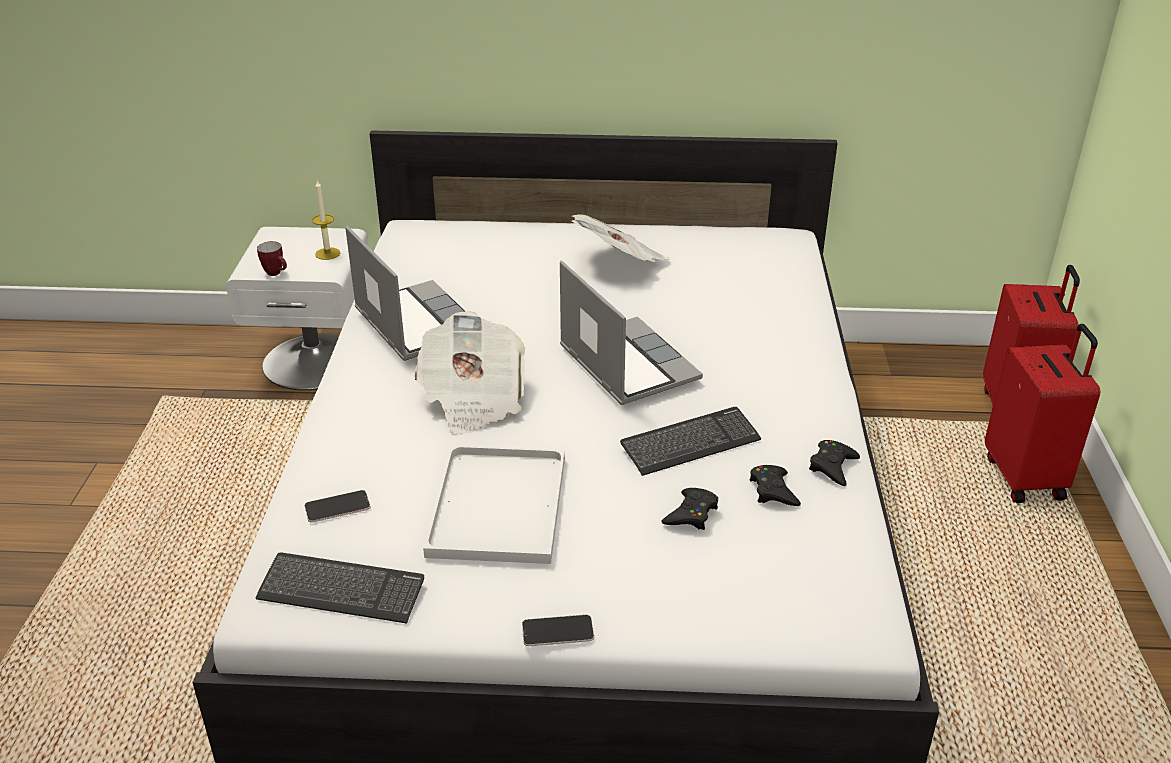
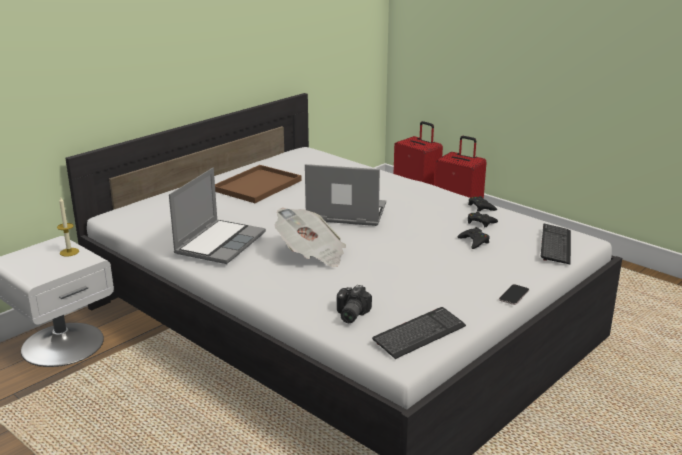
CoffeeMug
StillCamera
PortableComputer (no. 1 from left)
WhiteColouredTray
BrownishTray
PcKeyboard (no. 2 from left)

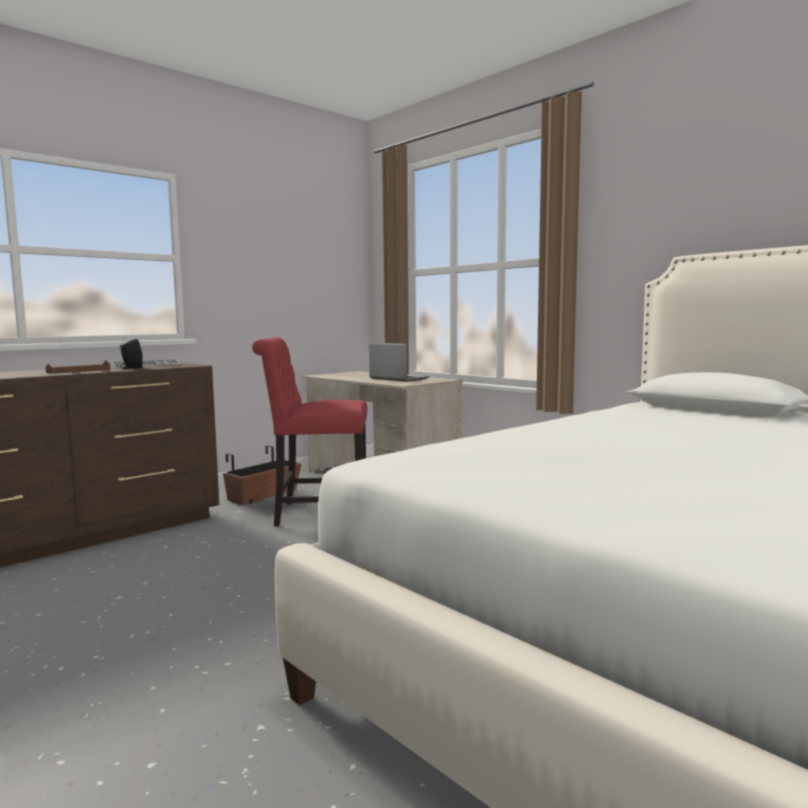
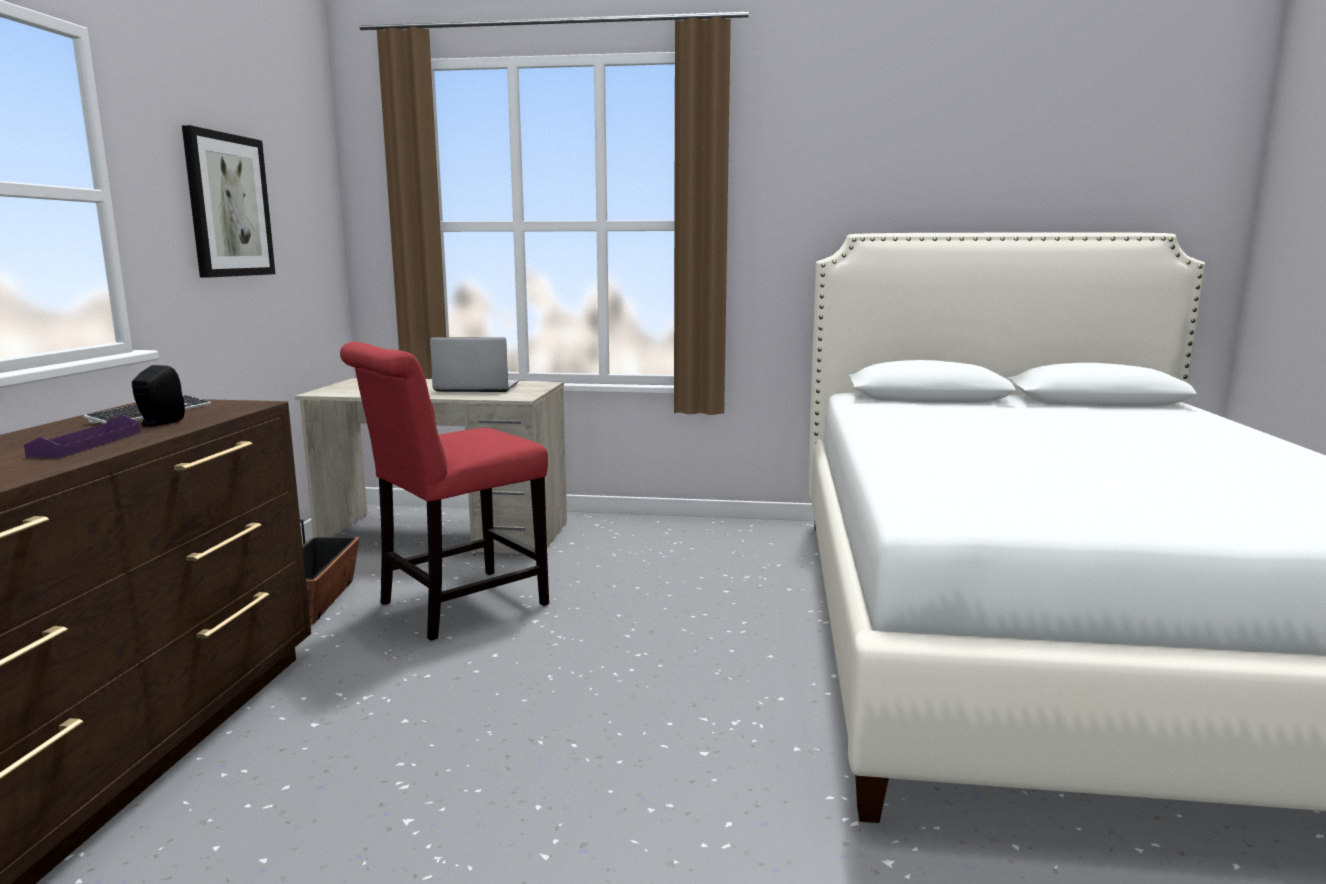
PurpleColouredTray
WallPicture

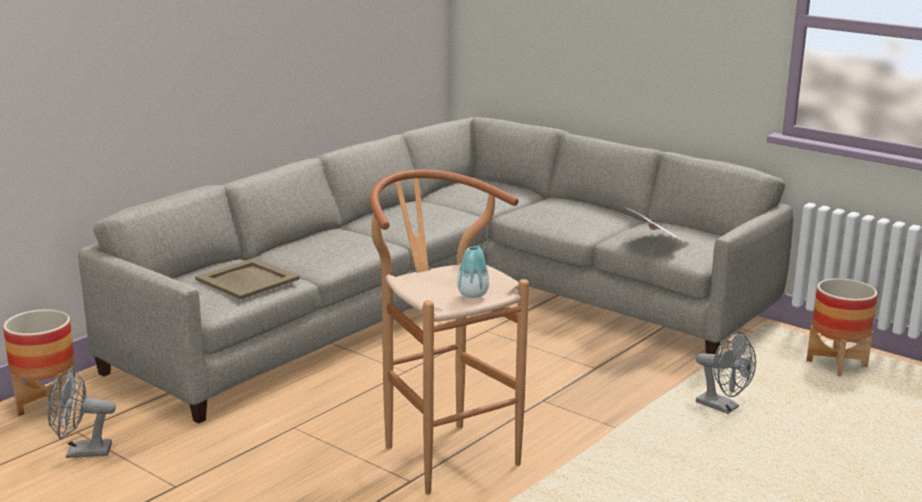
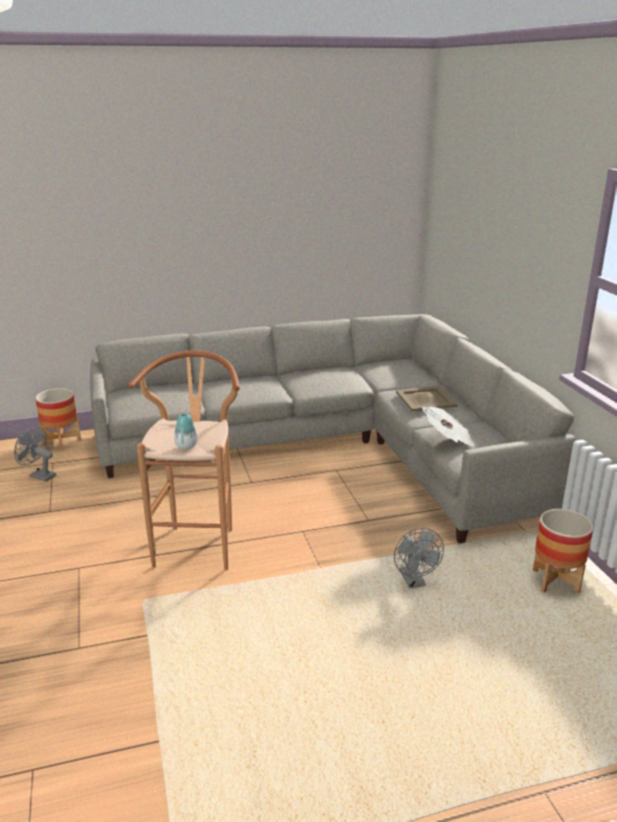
BeigeTray

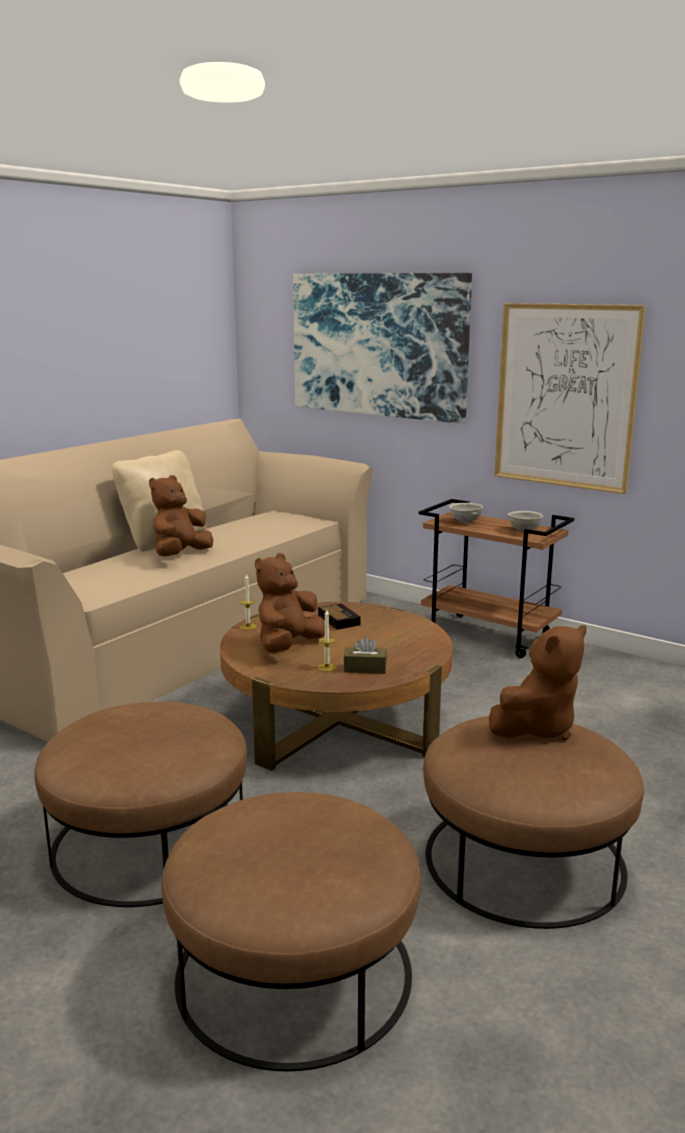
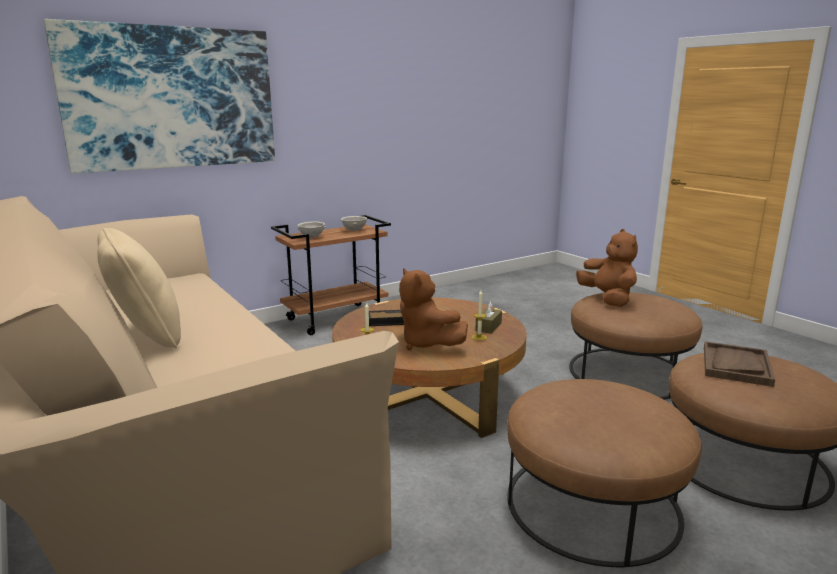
BrownishPlushToy (no. 1 from left in the first image)
WallPicture (no. 2 from left in the first image)
BrownishTray

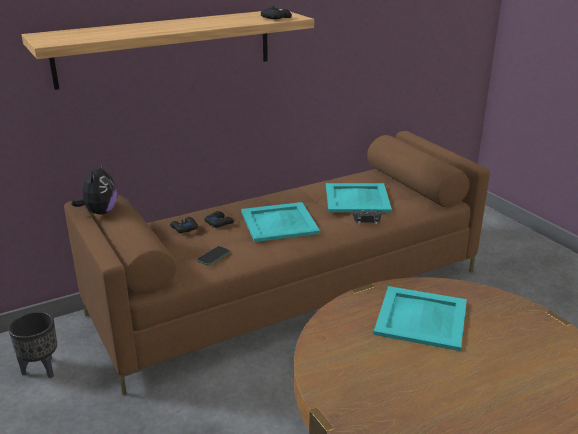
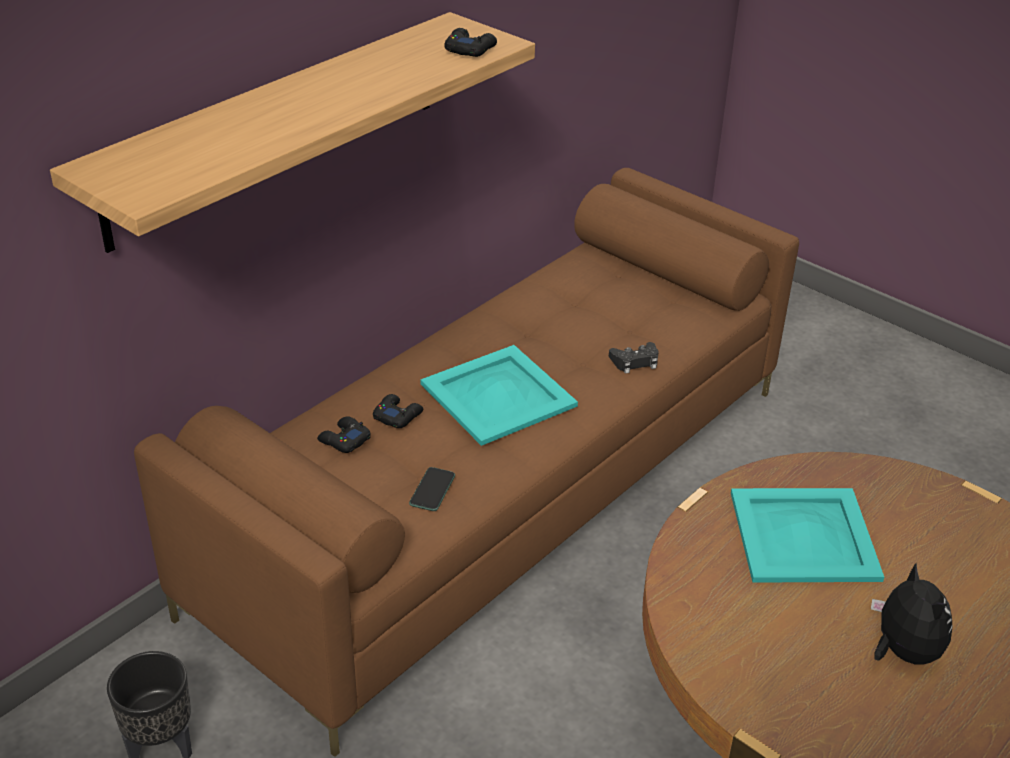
PlushToy
TurquoiseTray (no. 2 from left in the first image)

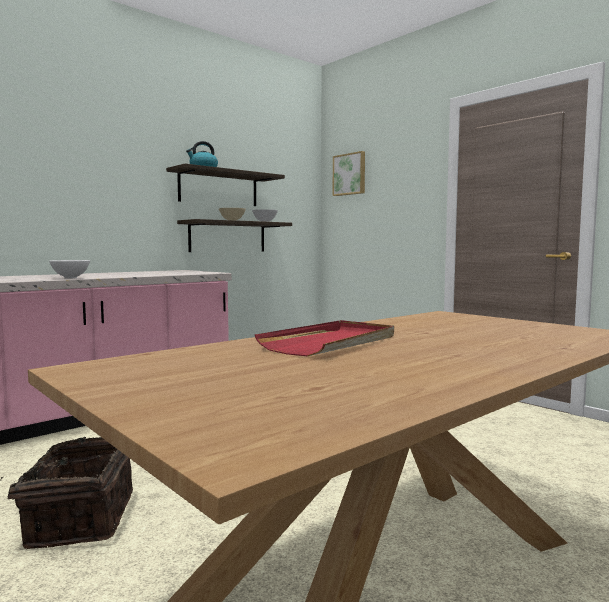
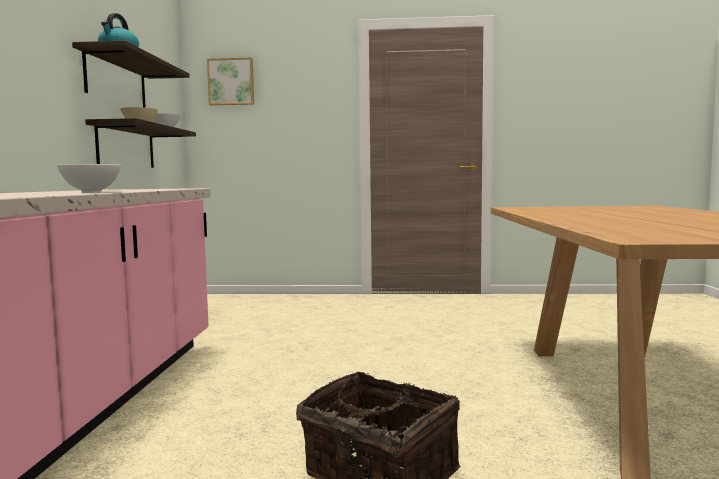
ReddishTray

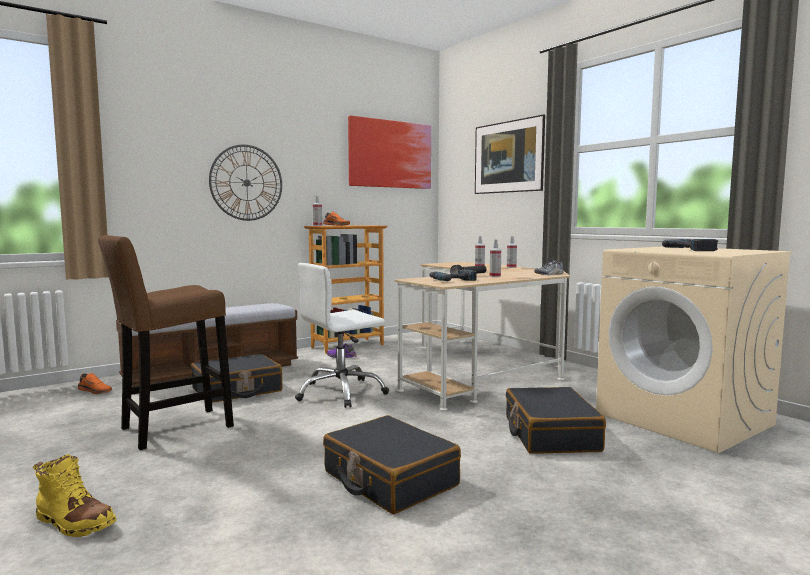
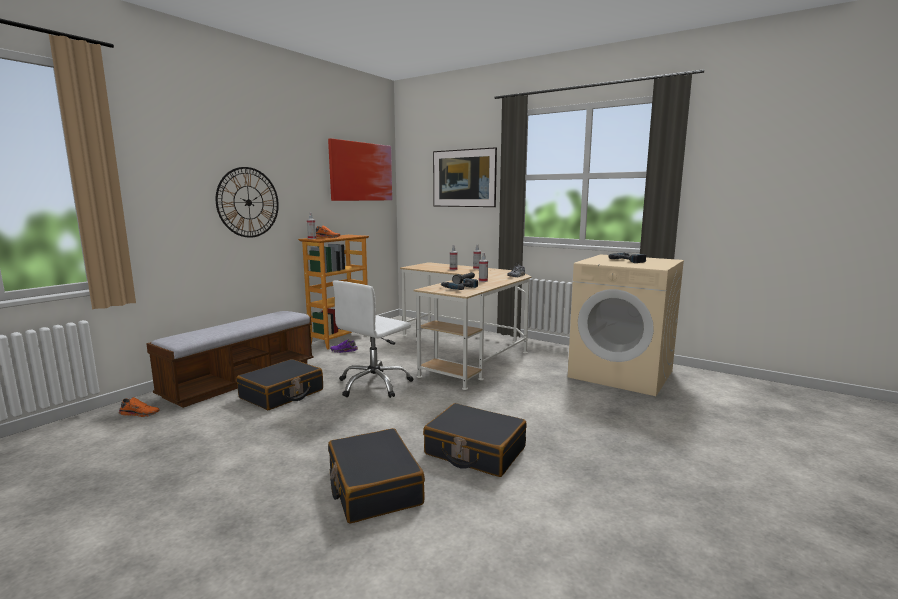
YellowishBoot
BrownishSittingStool
BlackishPieceOfLuggage (no. 2 from left)

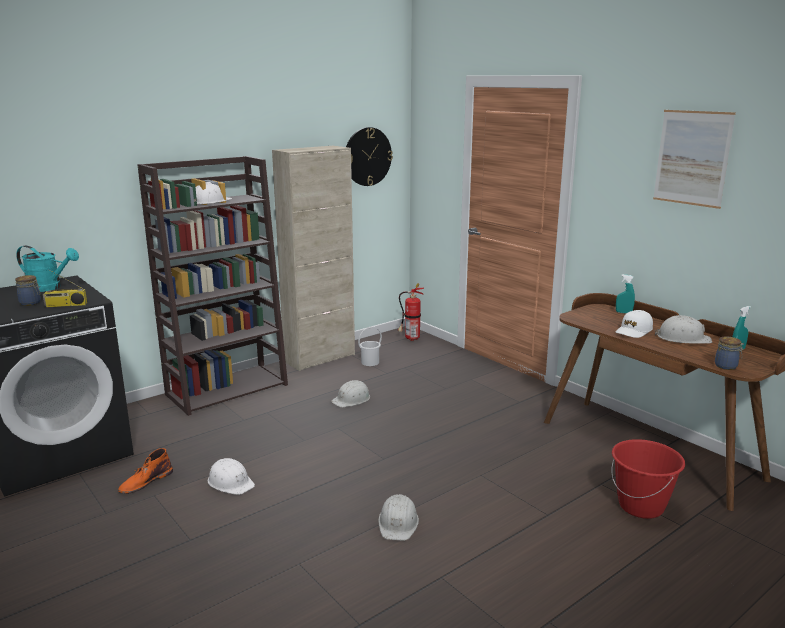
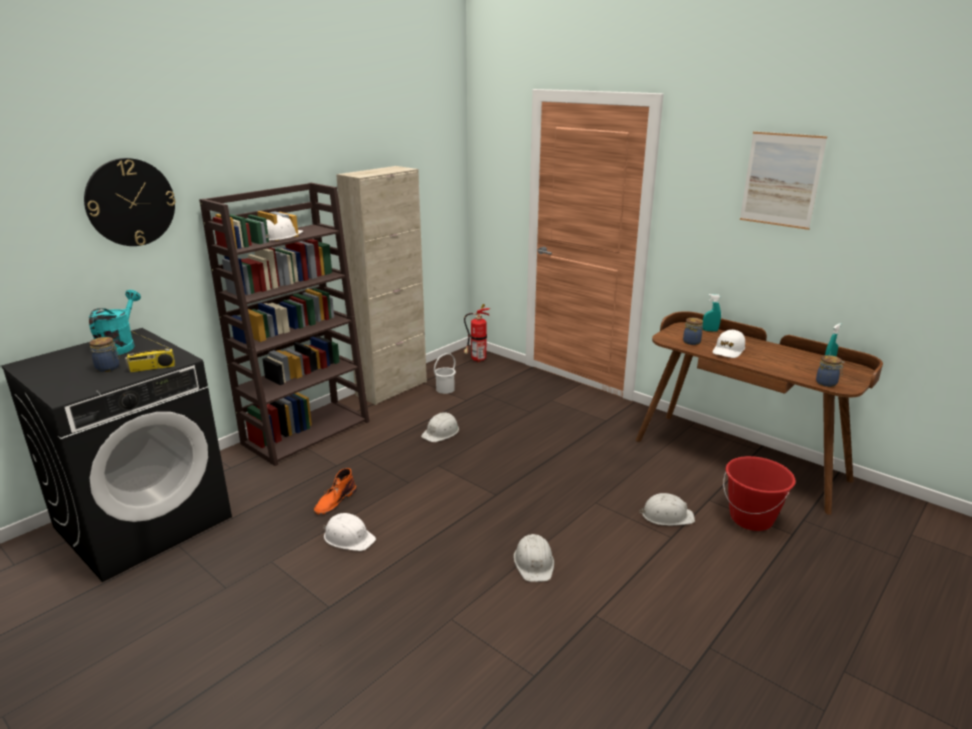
TurquoiseWateringCan
OrangeBoot
ClockOnTheWall
WhiteColouredSafetyHelmet (no. 5 from left)
StorageJar (no. 2 from left)

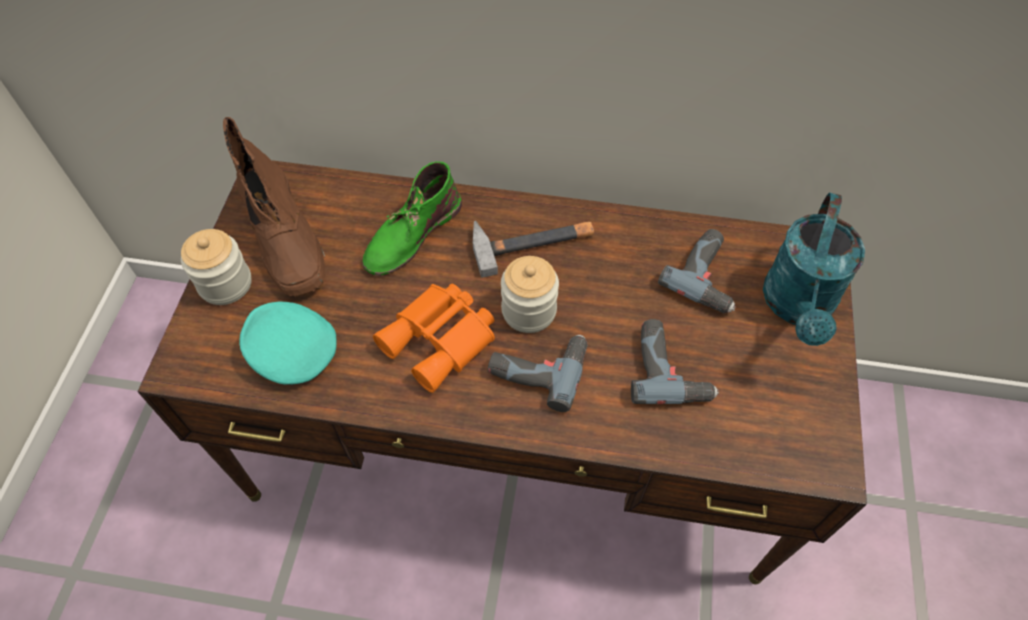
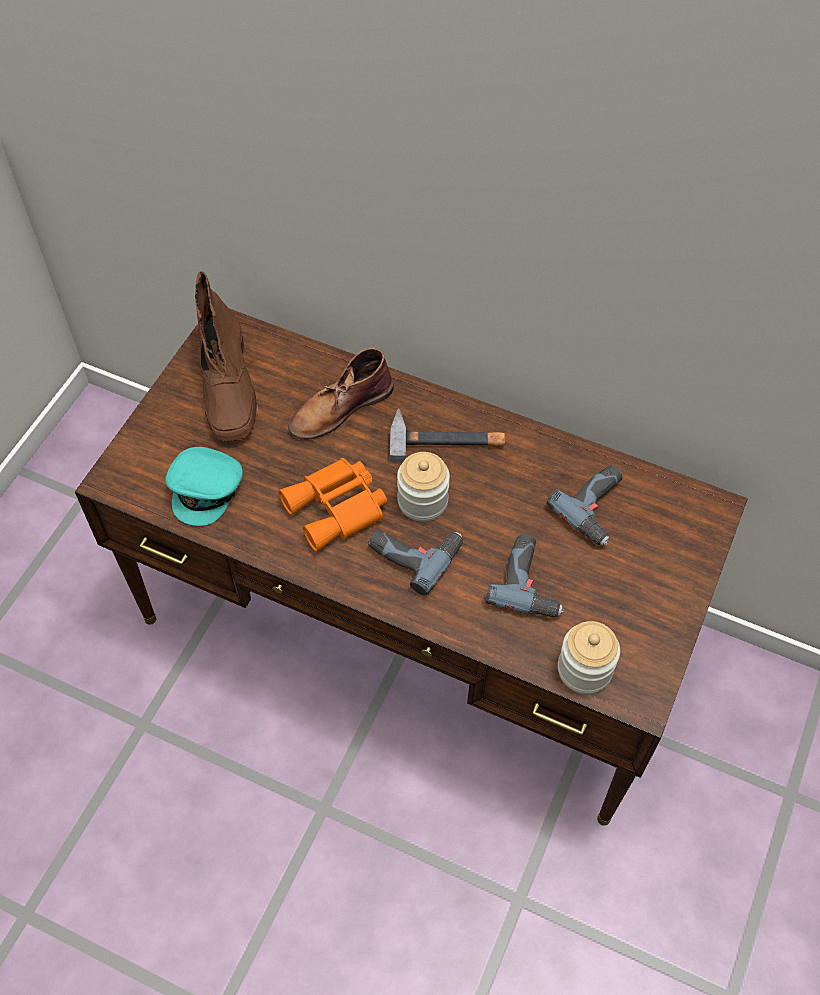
StorageJar (no. 2 from left)
TurquoiseCap
BrownishBoot (no. 2 from left)
TurquoiseWateringCan

